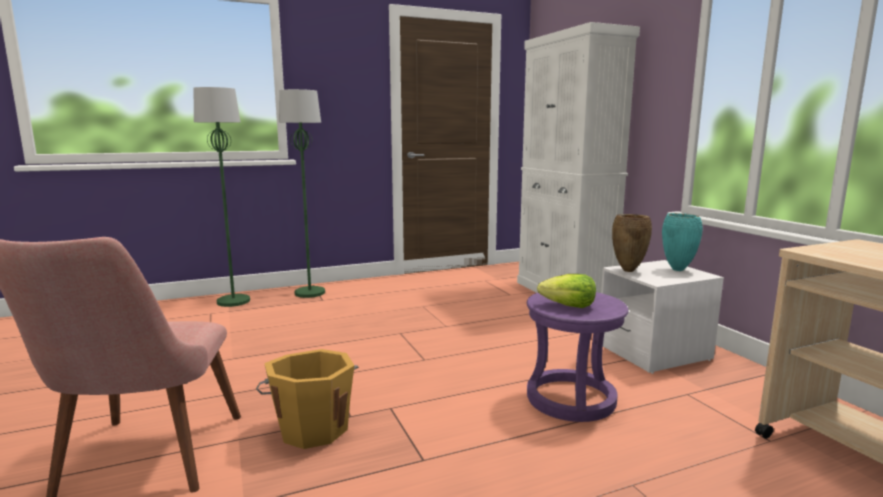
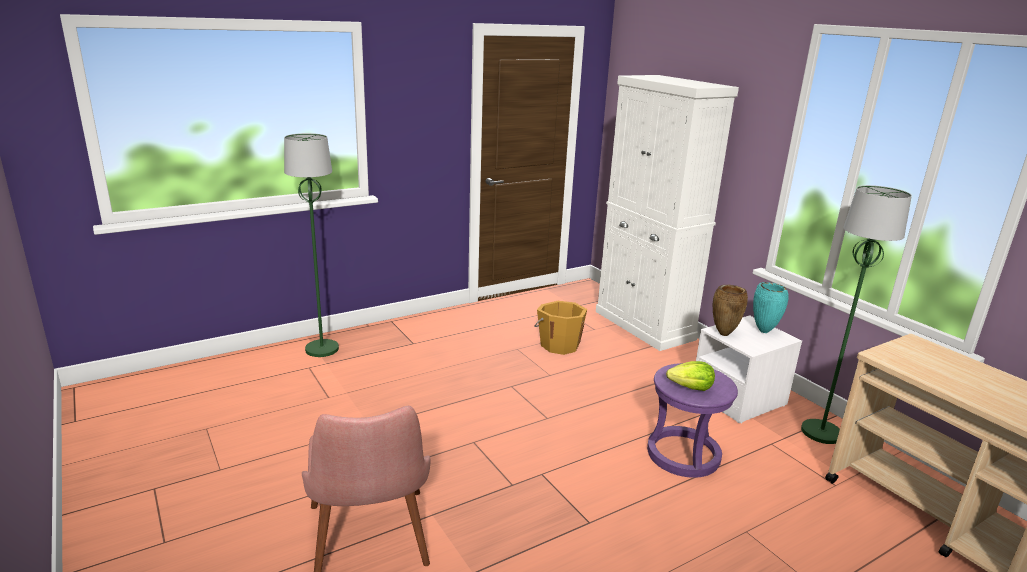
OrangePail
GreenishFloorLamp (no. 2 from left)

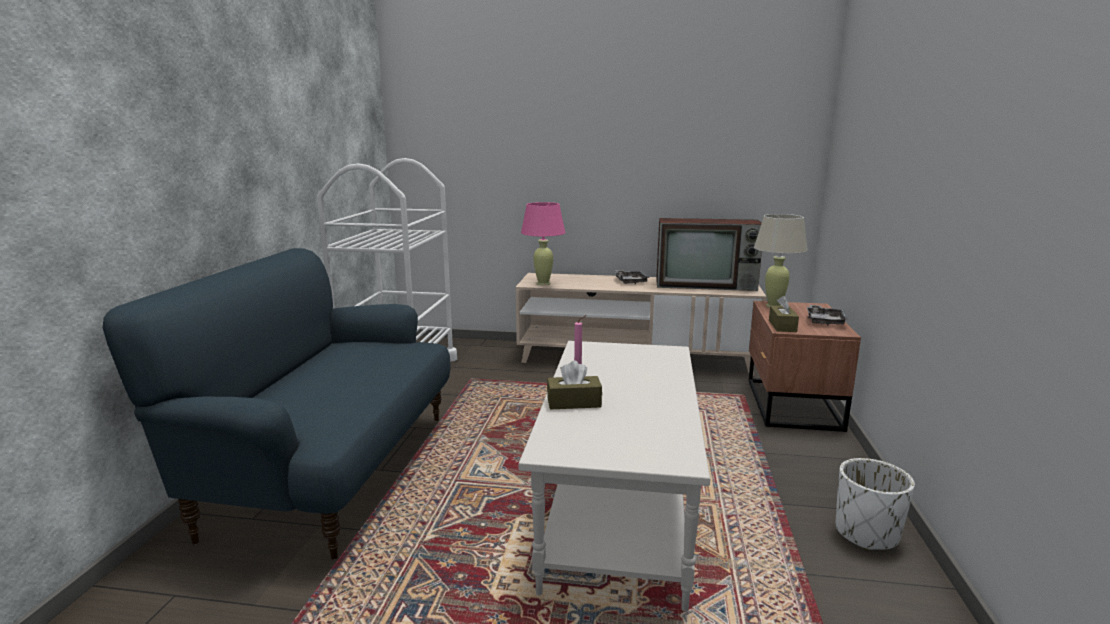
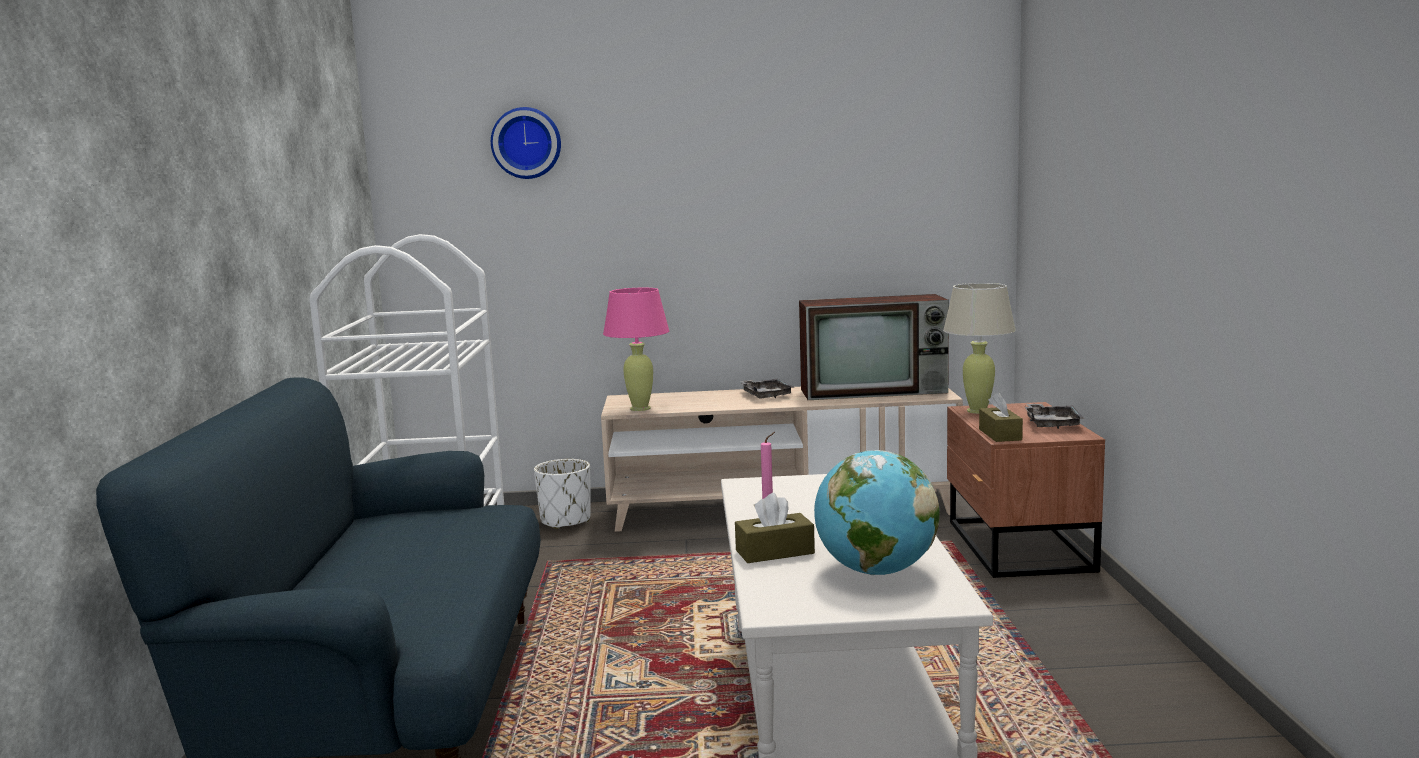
WhiteColouredFlowerPot
ClockOnTheWall
DeskGlobe

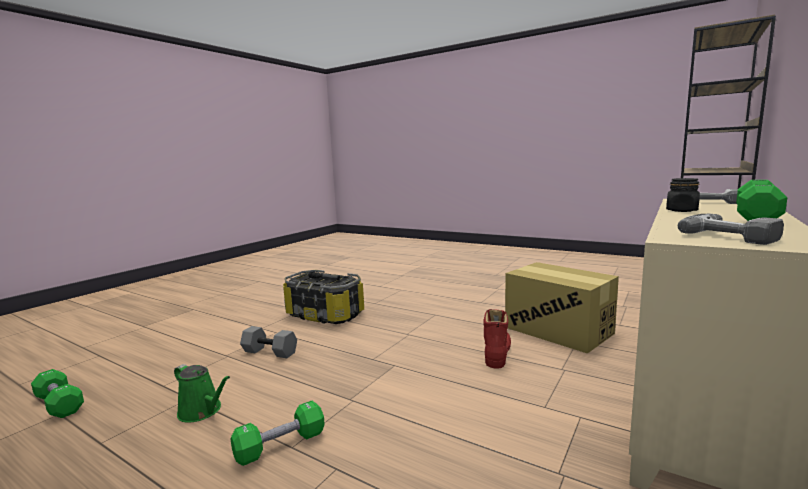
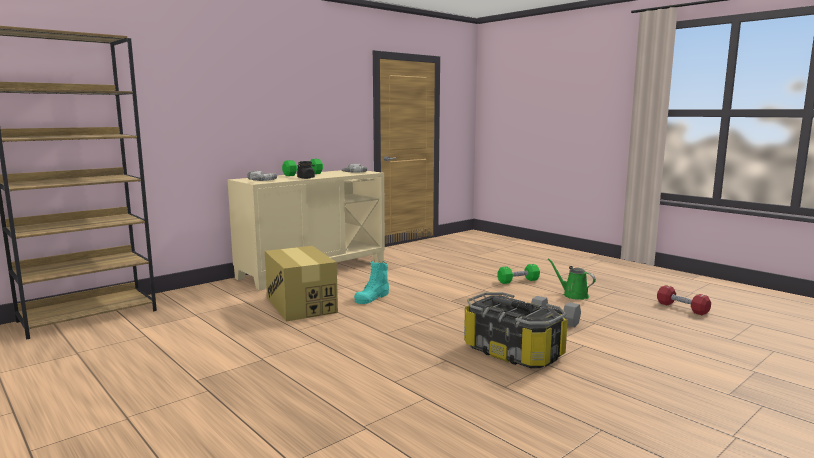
ReddishHandWeight
TurquoiseBoot

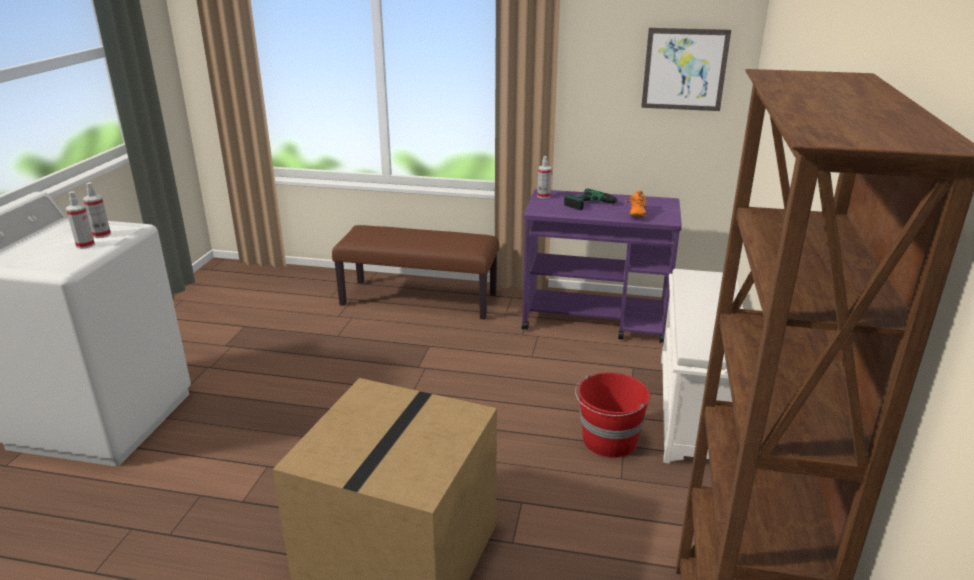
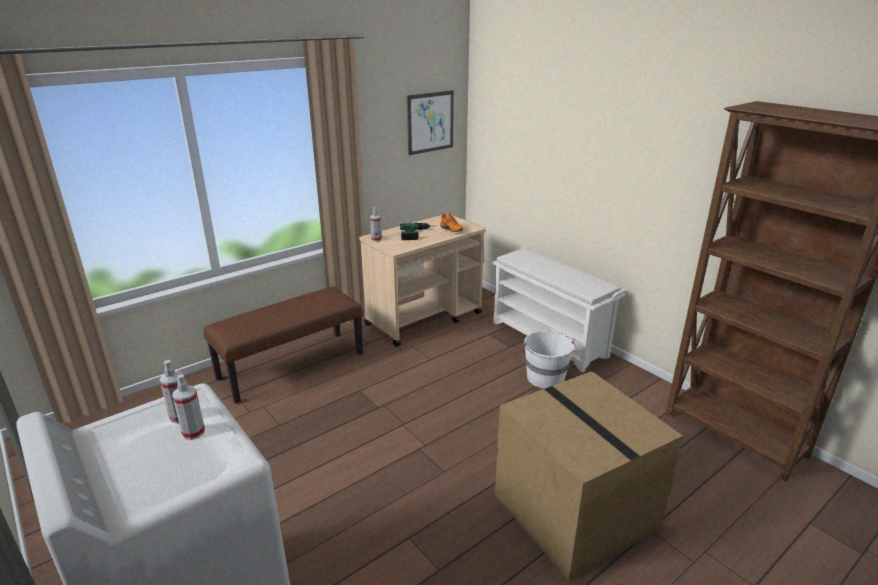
BeigeCart
WhiteColouredPail

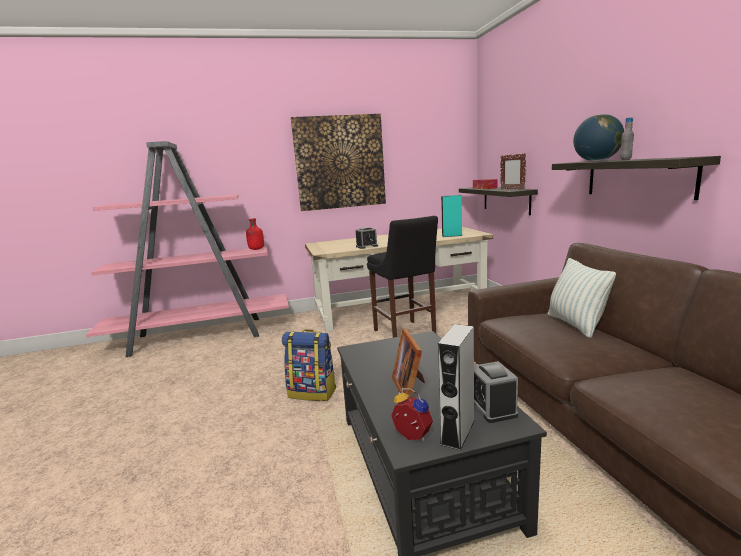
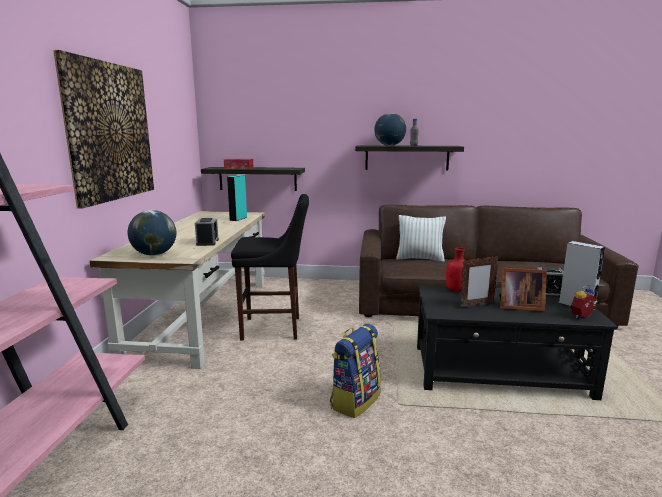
ReddishDrinkBottle
PictureFrame (no. 1 from left)
DeskGlobe (no. 1 from left)

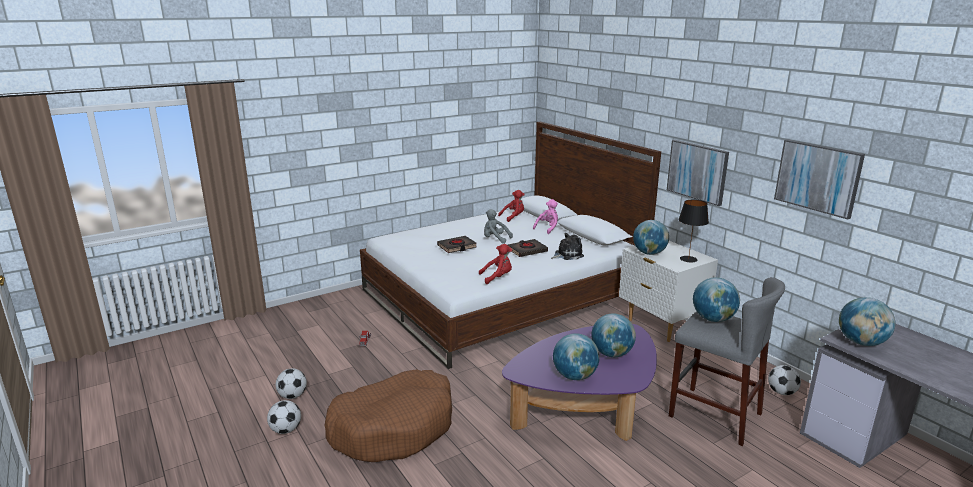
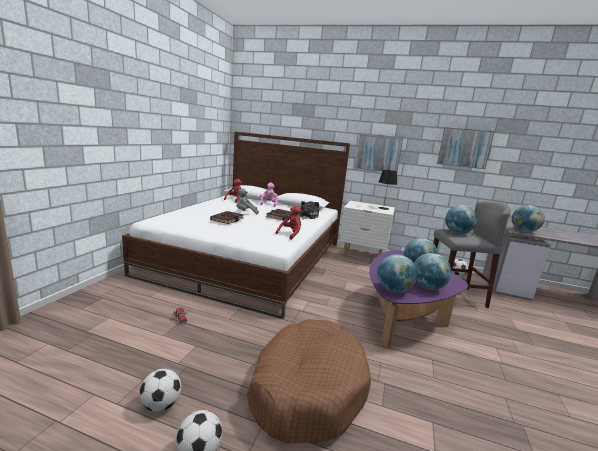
DeskGlobe (no. 1 from left)

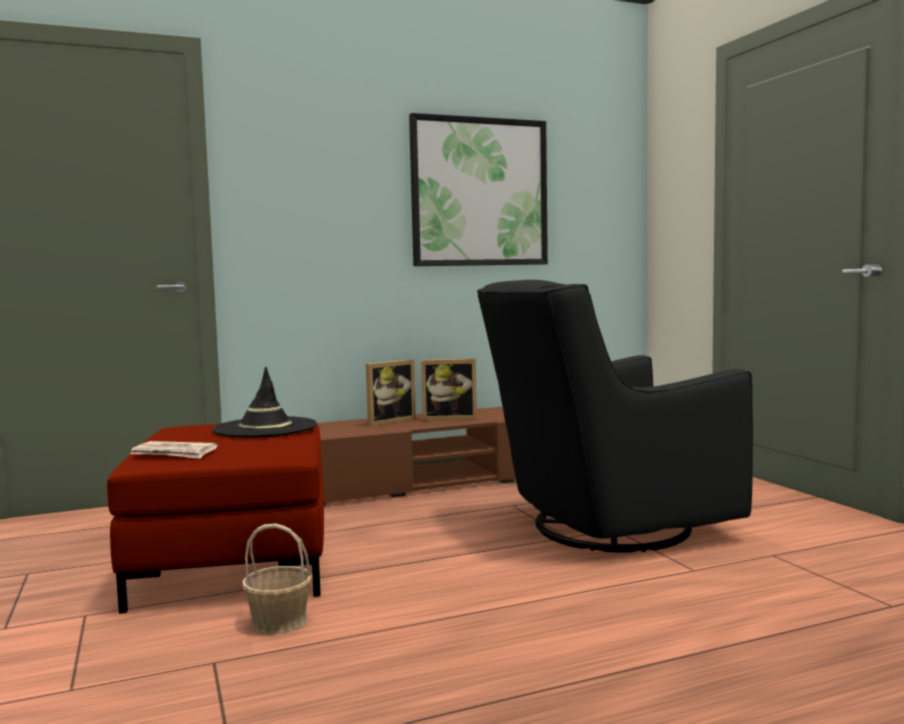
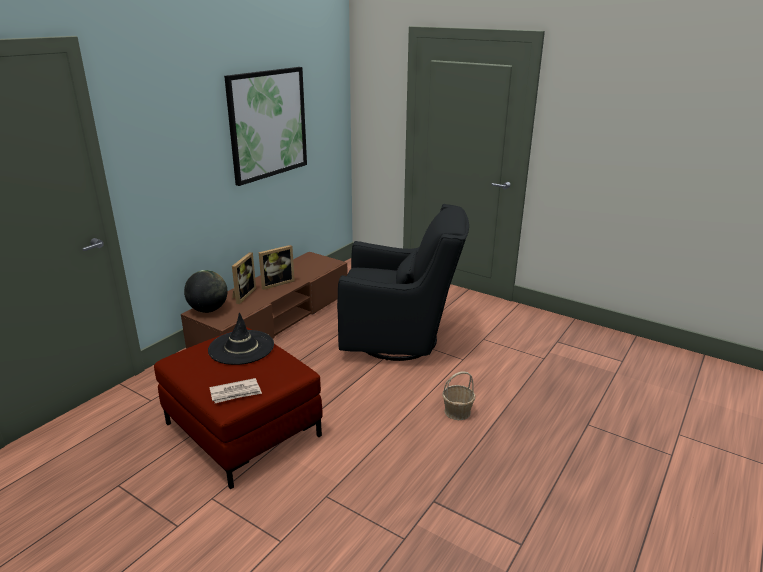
Basket
BlackishLoungeChair
DeskGlobe

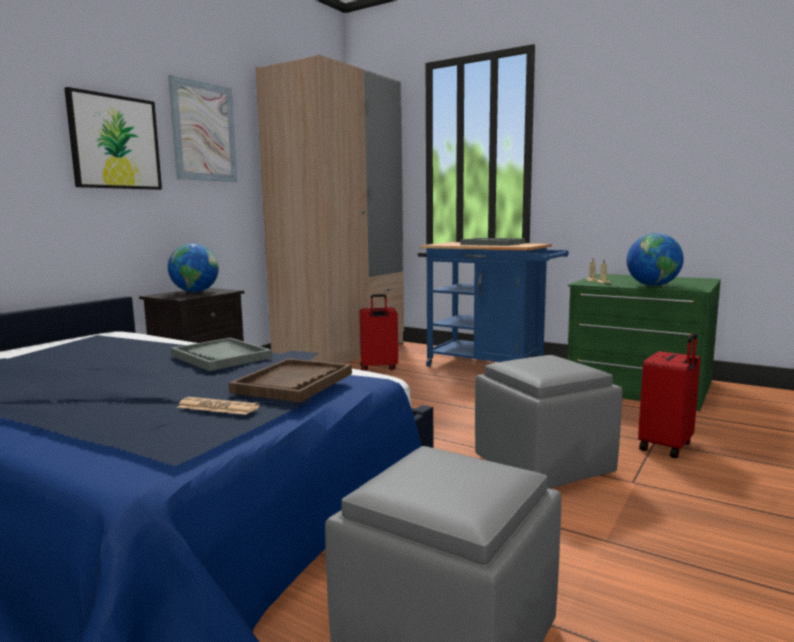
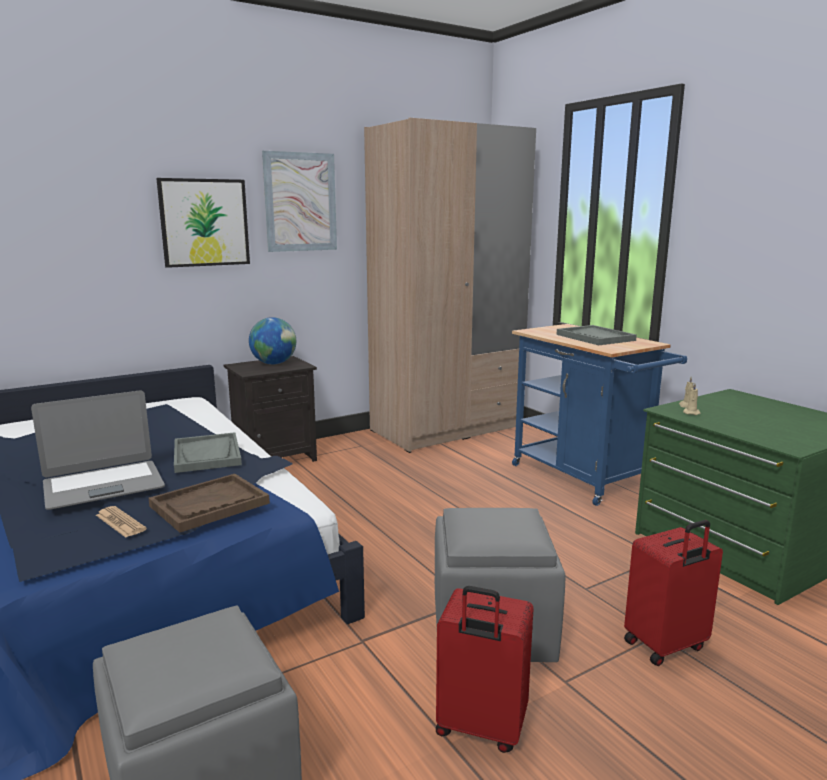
ReddishPieceOfLuggage (no. 1 from left)
DeskGlobe (no. 2 from left in the first image)
PortableComputer

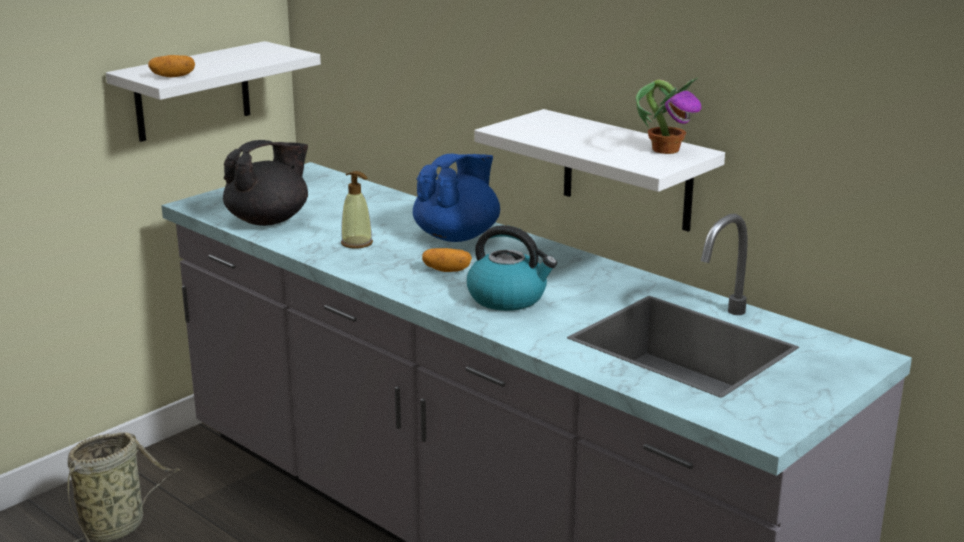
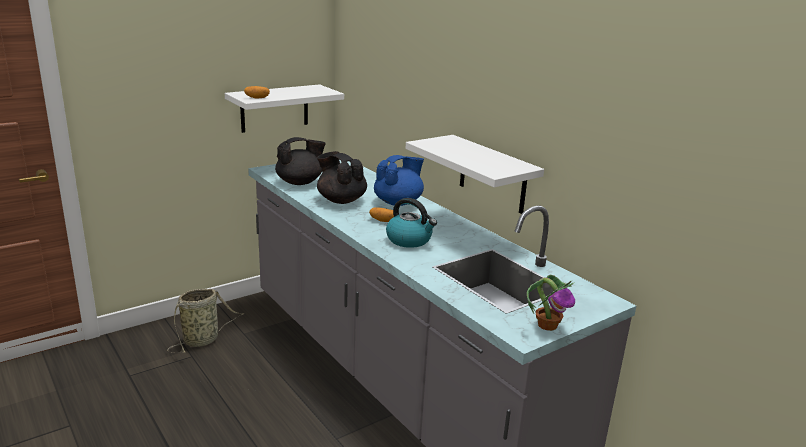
BlackishTeapot (no. 2 from left)
Houseplant

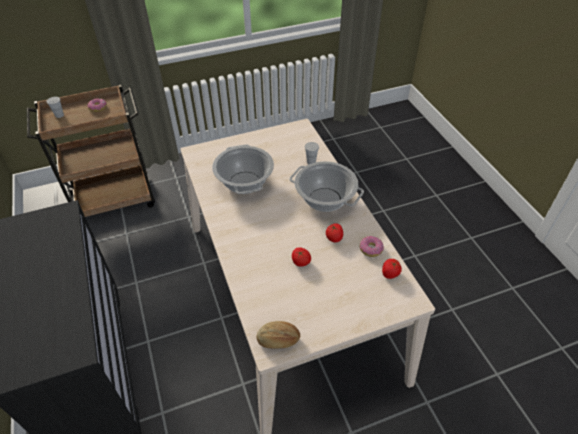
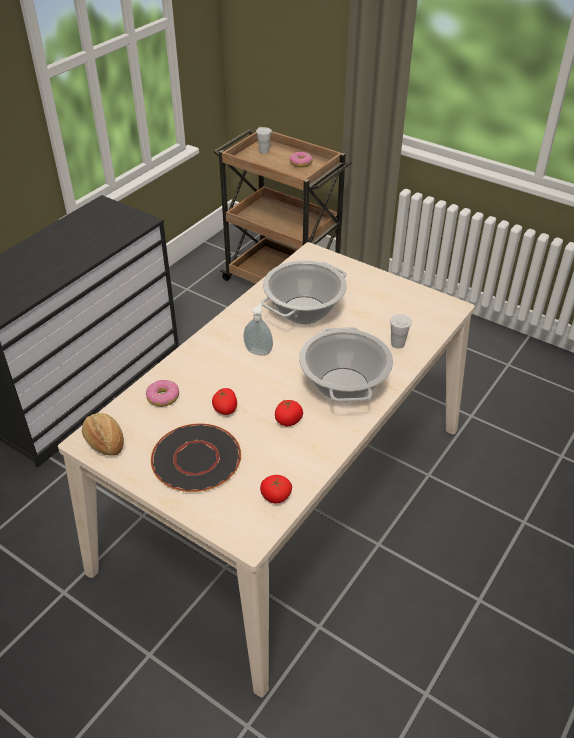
Doughnut (no. 1 from left)
BlackishFlatDish
SoapBottle

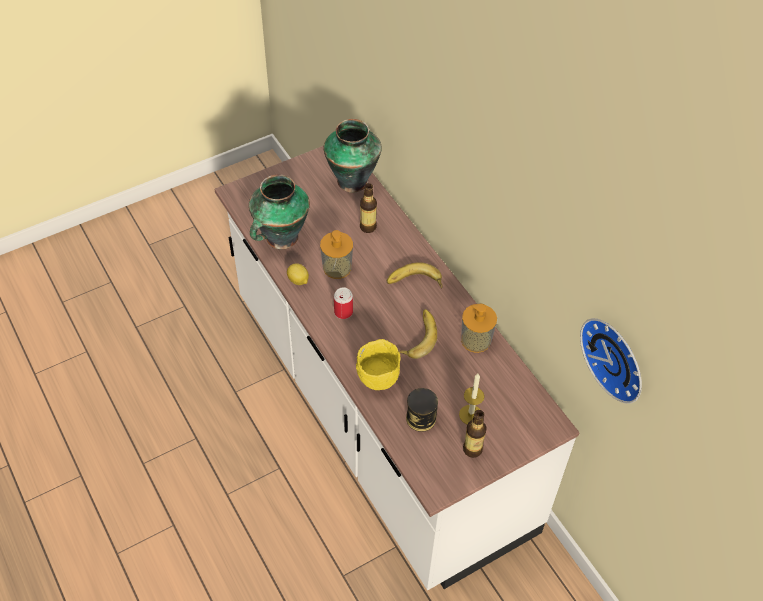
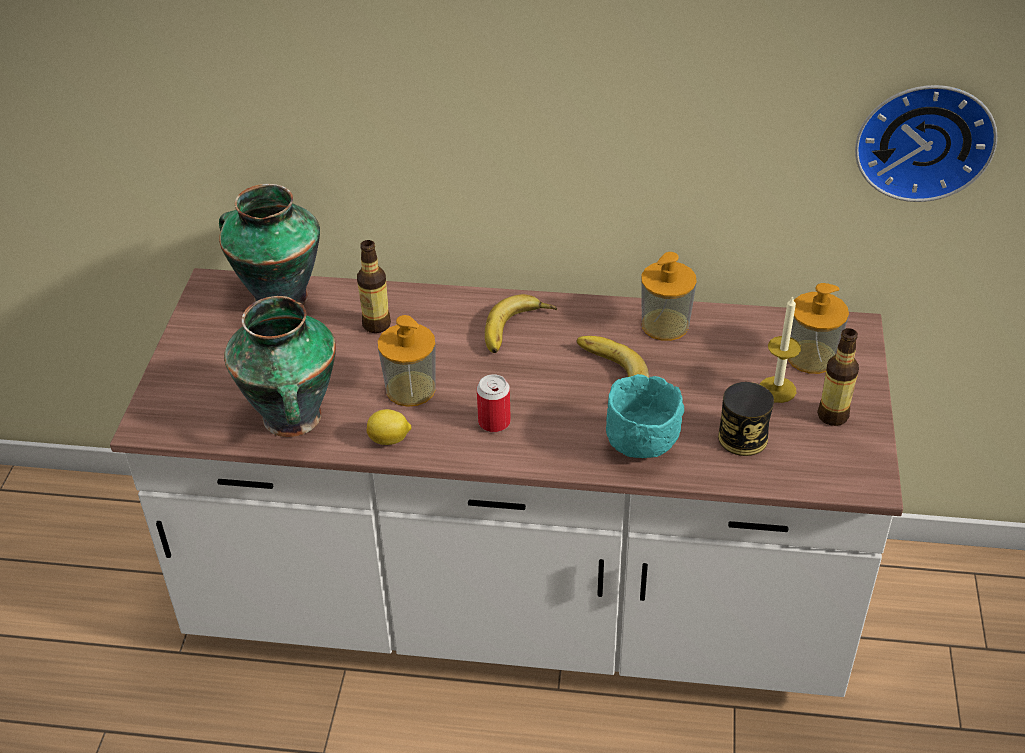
TurquoiseDeepDish
SoapBottle (no. 3 from left)

